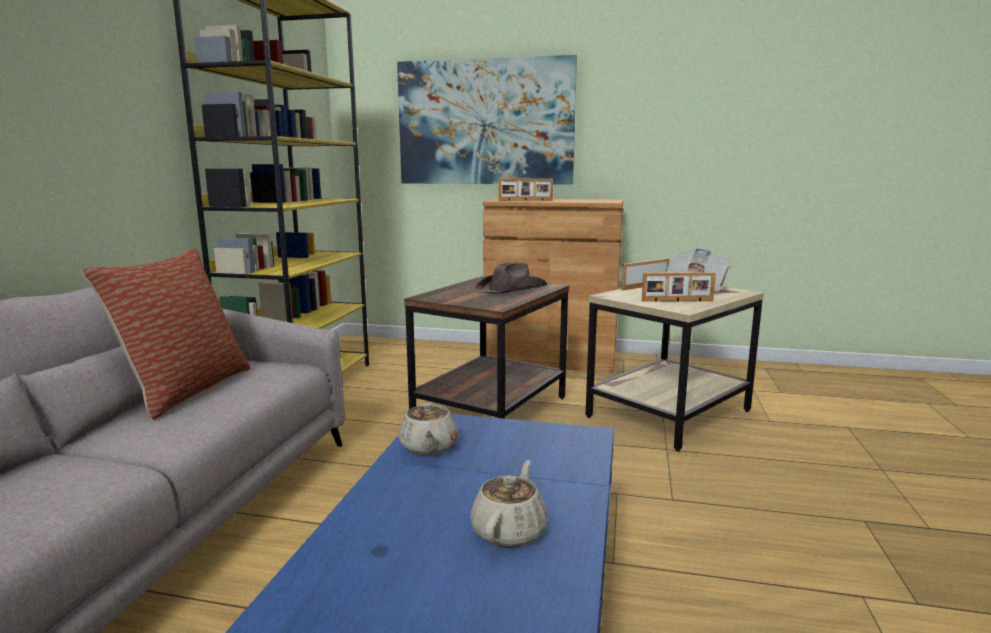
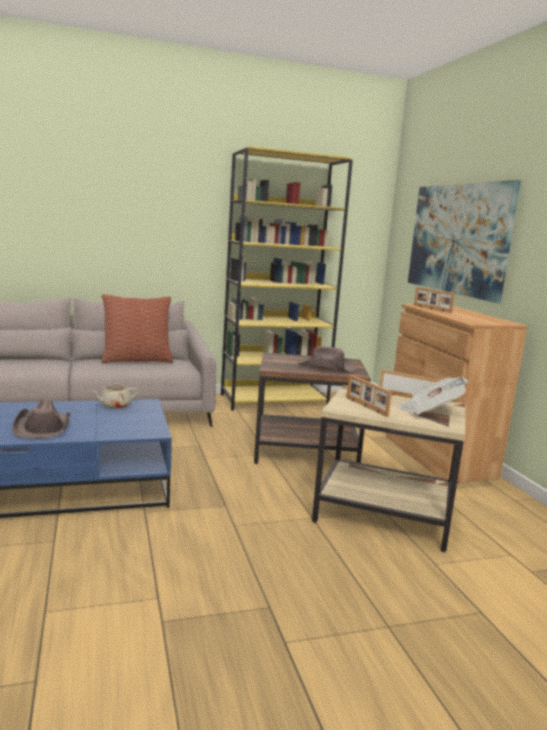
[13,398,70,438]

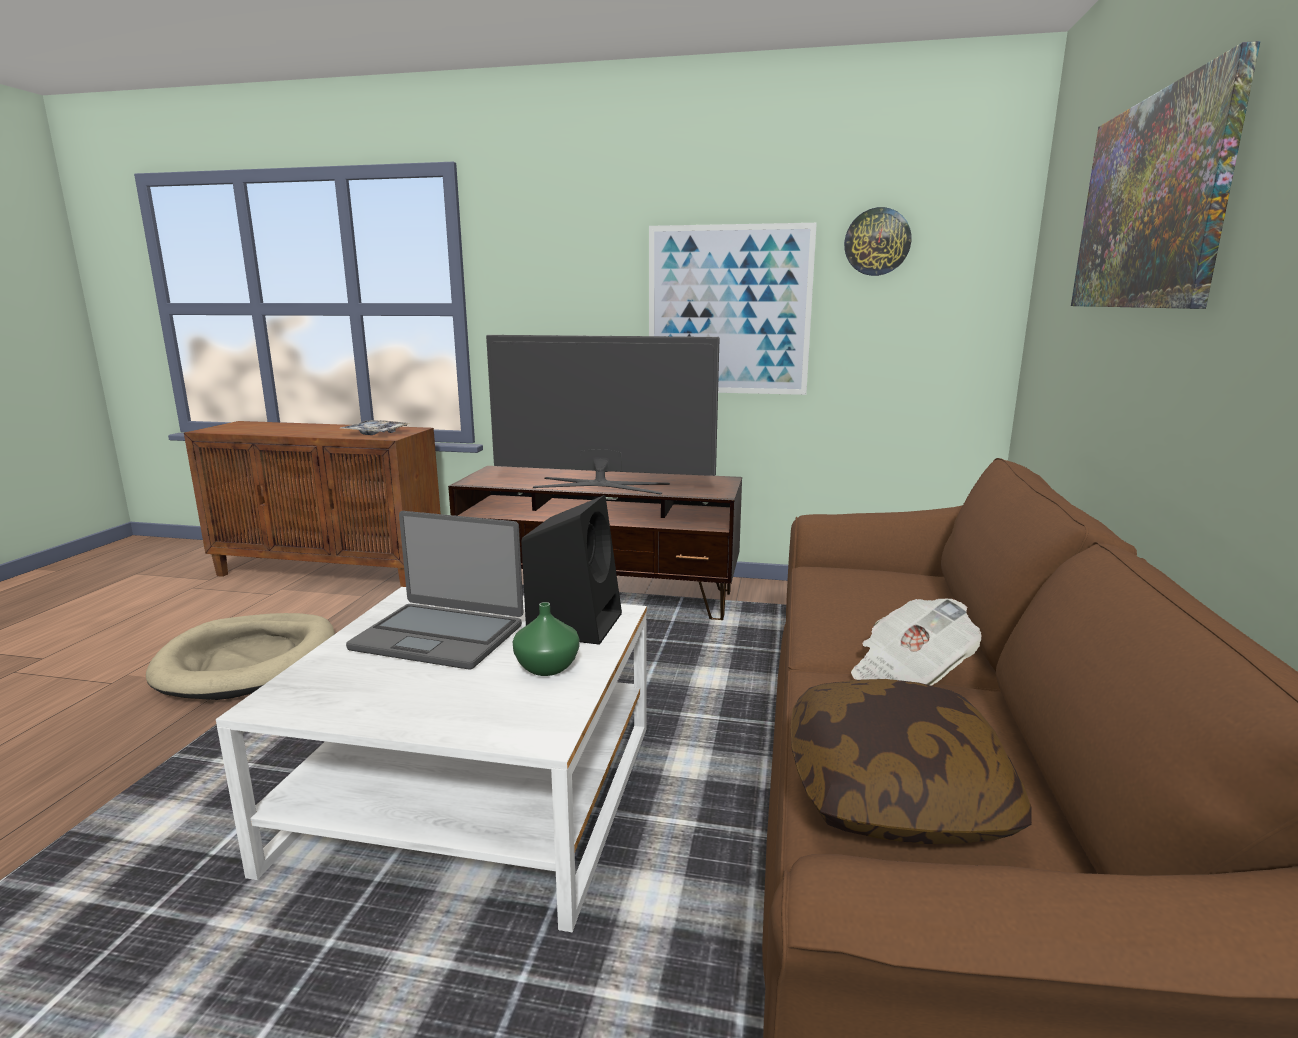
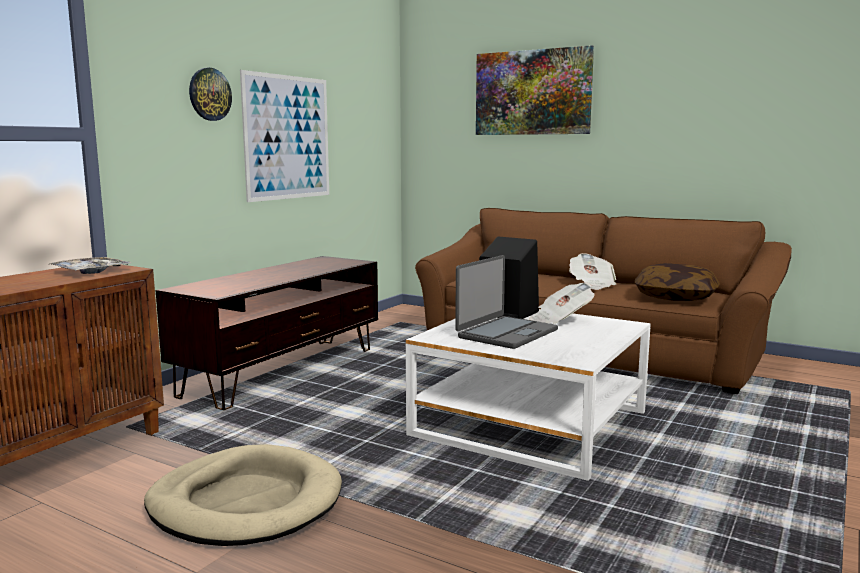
[189,68,232,121]
[486,335,720,495] (first image)
[529,283,594,324]

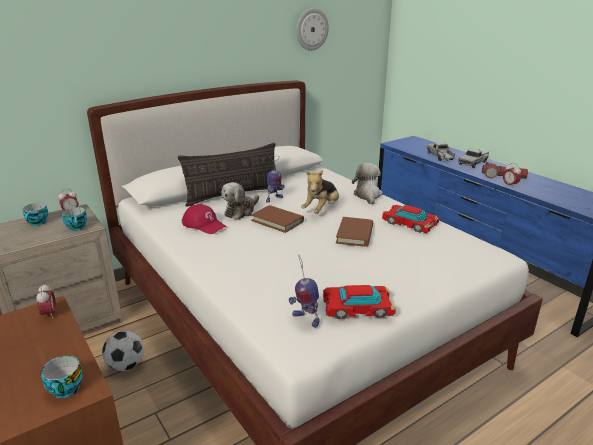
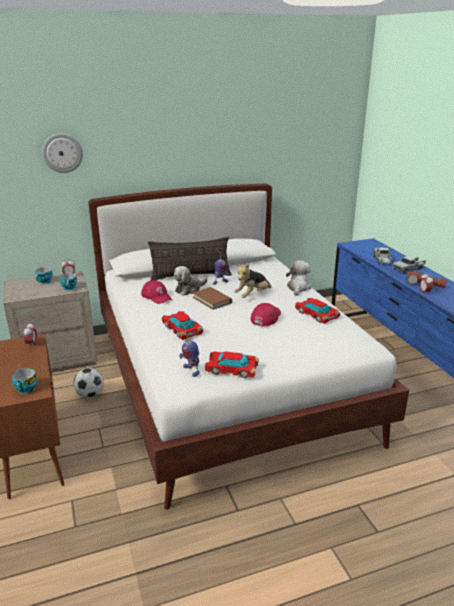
[42,133,83,173]
[251,303,281,326]
[162,311,203,340]

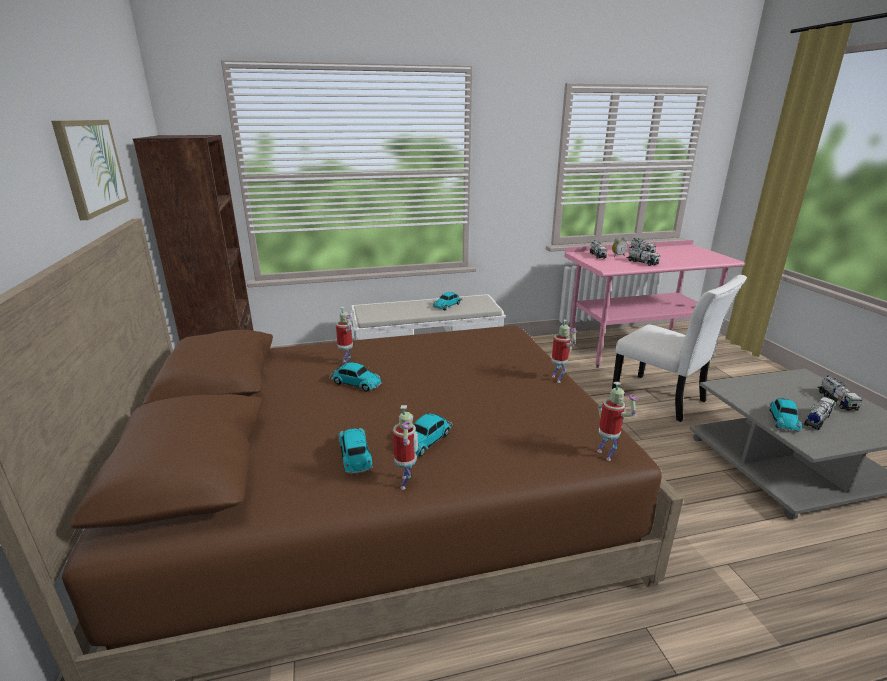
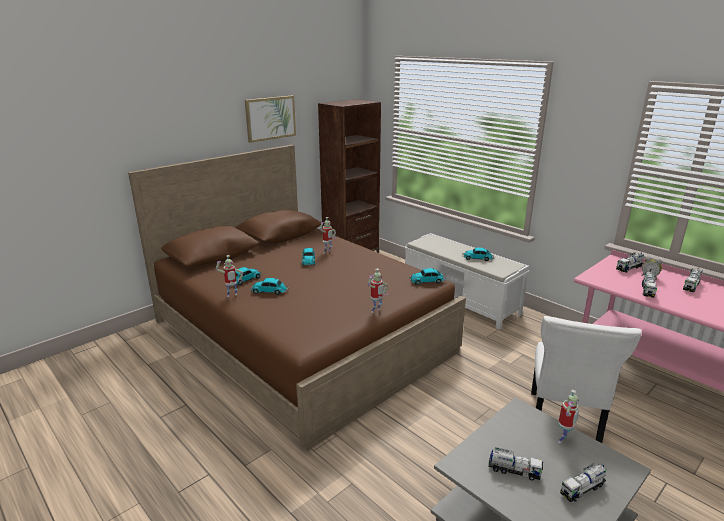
[558,390,579,443]
[409,268,446,285]

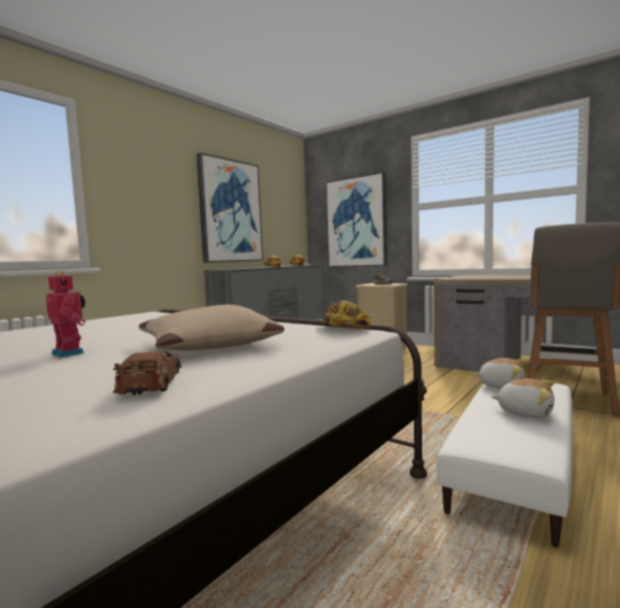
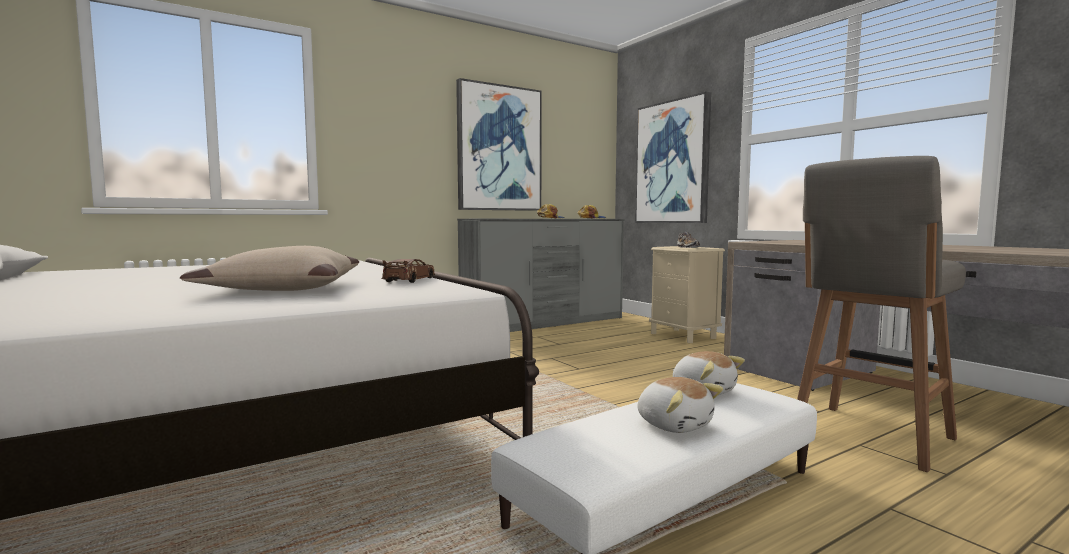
[46,271,86,357] (first image)
[318,301,371,329] (first image)
[381,259,435,283]

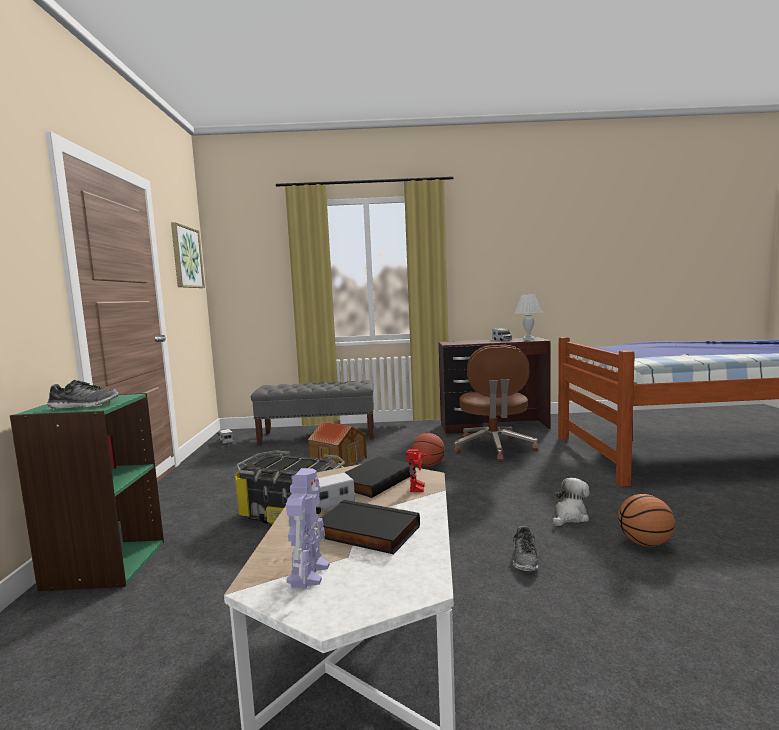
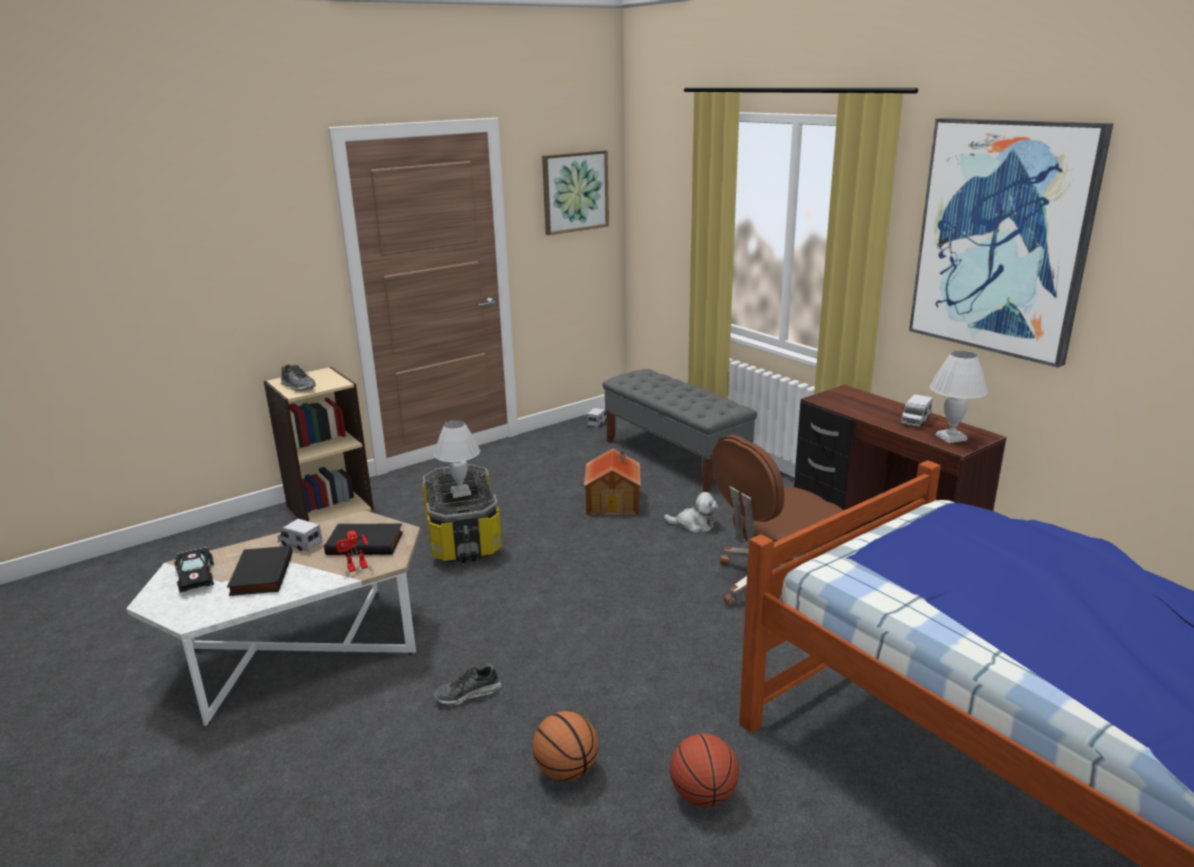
[264,367,374,523]
[670,734,739,807]
[174,547,214,593]
[664,492,718,533]
[909,118,1114,368]
[434,420,480,498]

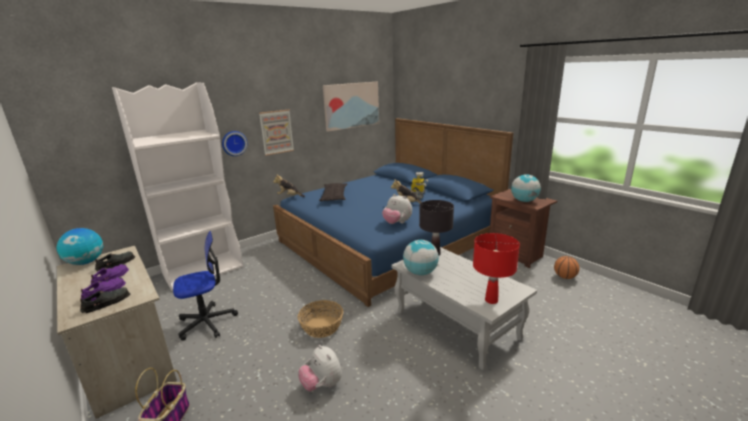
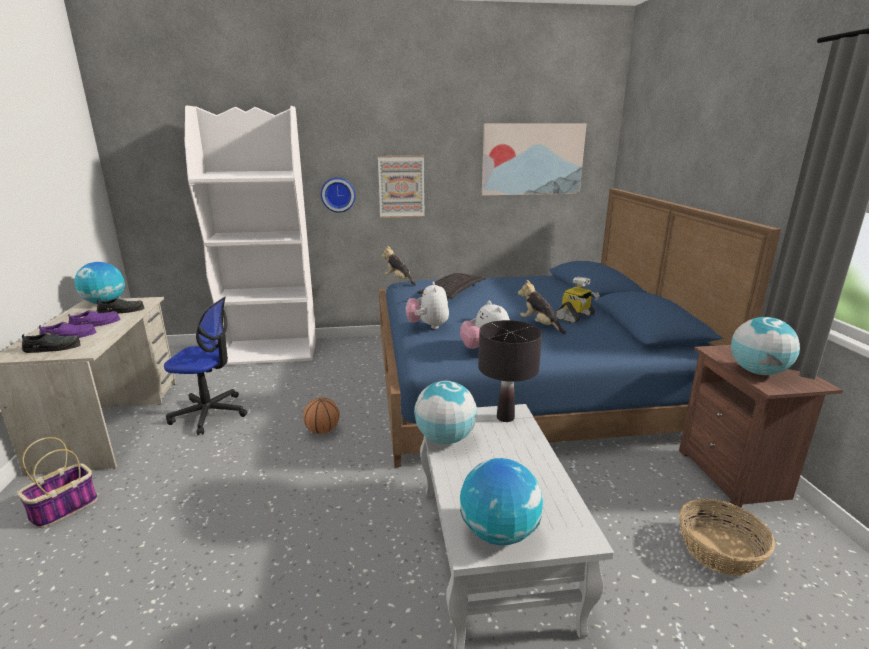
[460,458,543,545]
[303,397,340,434]
[679,499,775,576]
[406,282,449,329]

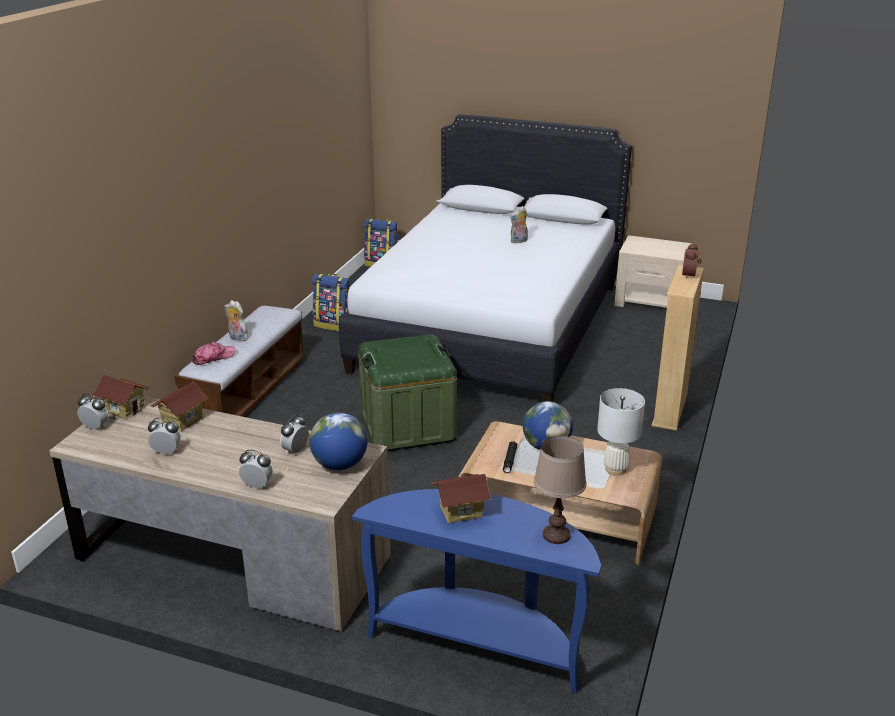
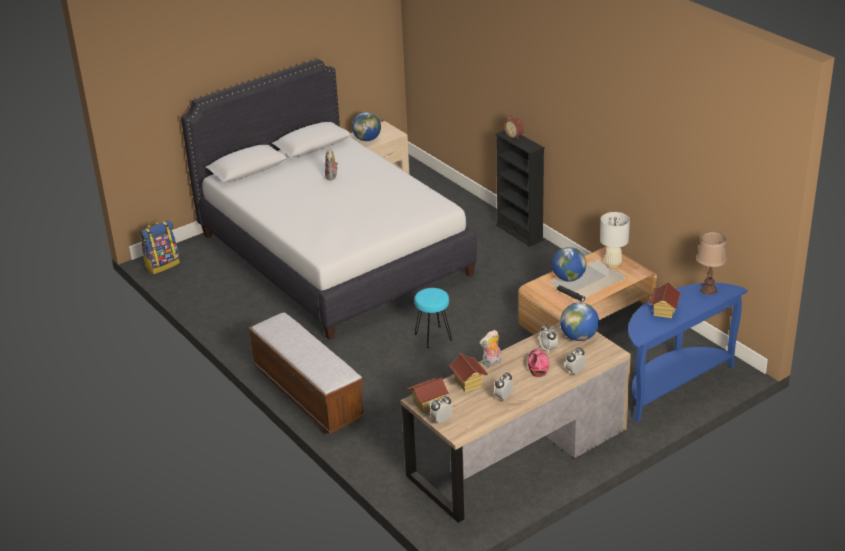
[495,130,545,246]
[312,273,350,331] (first image)
[479,330,501,367]
[414,288,452,348]
[528,349,550,377]
[352,112,381,141]

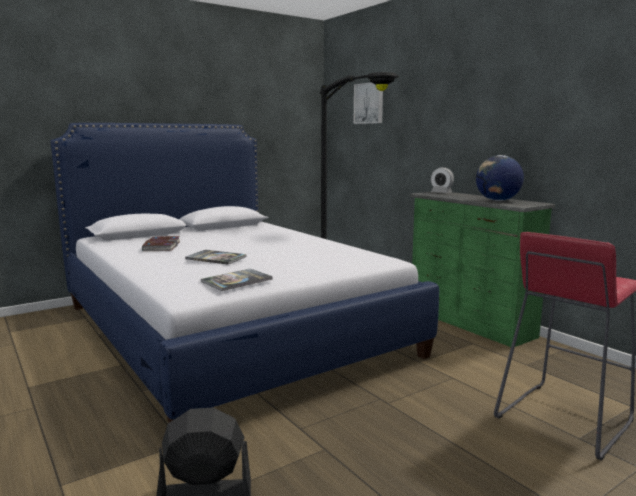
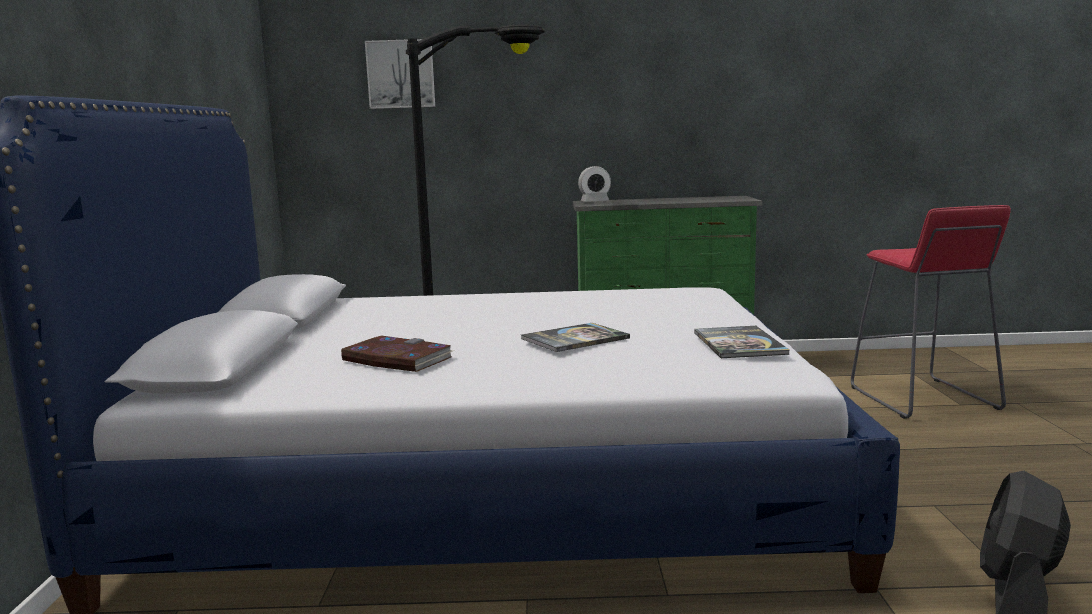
[476,155,524,201] (first image)

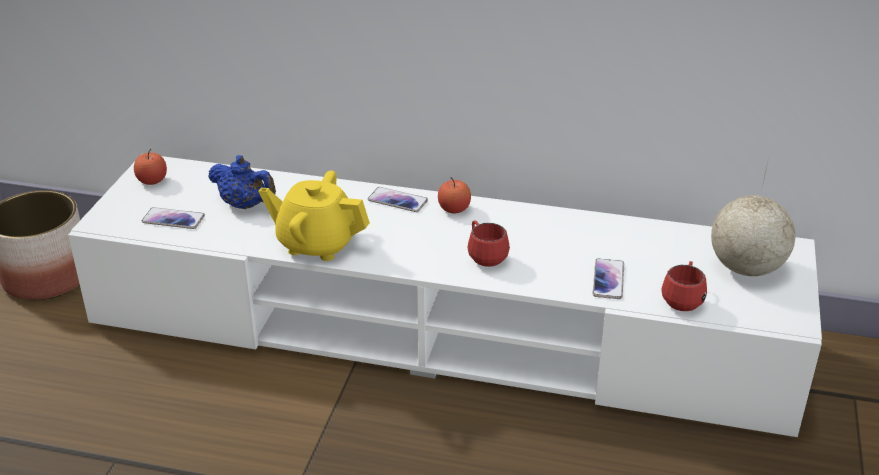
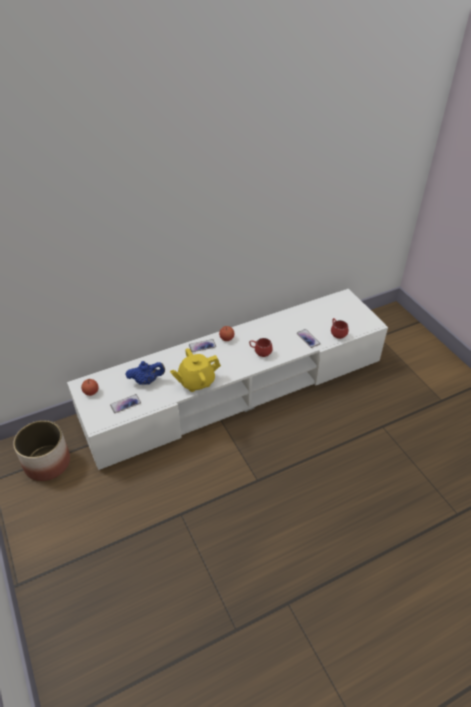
[711,158,795,276] (first image)

